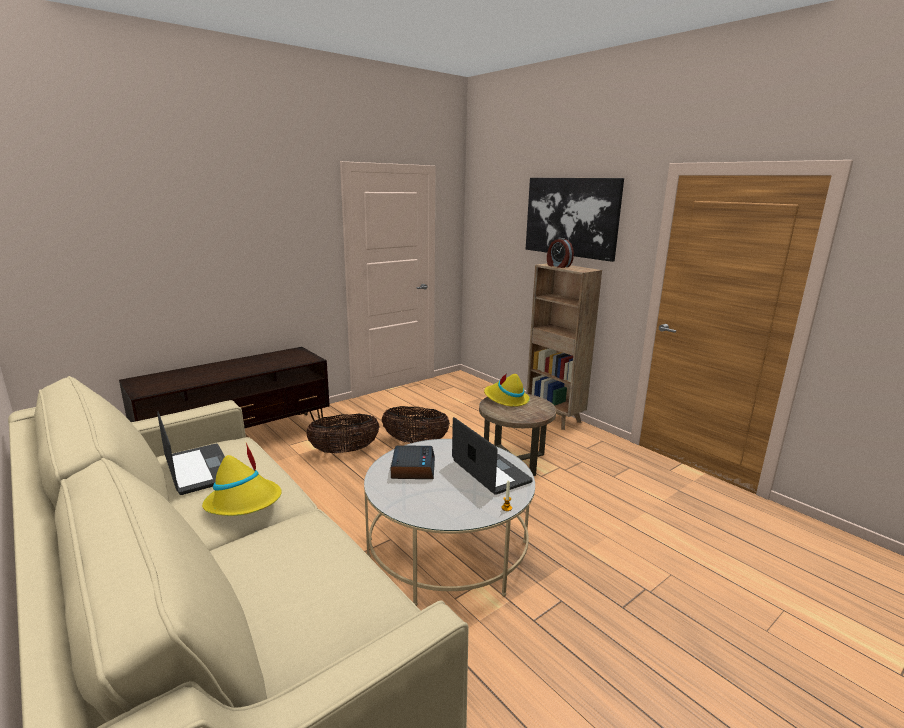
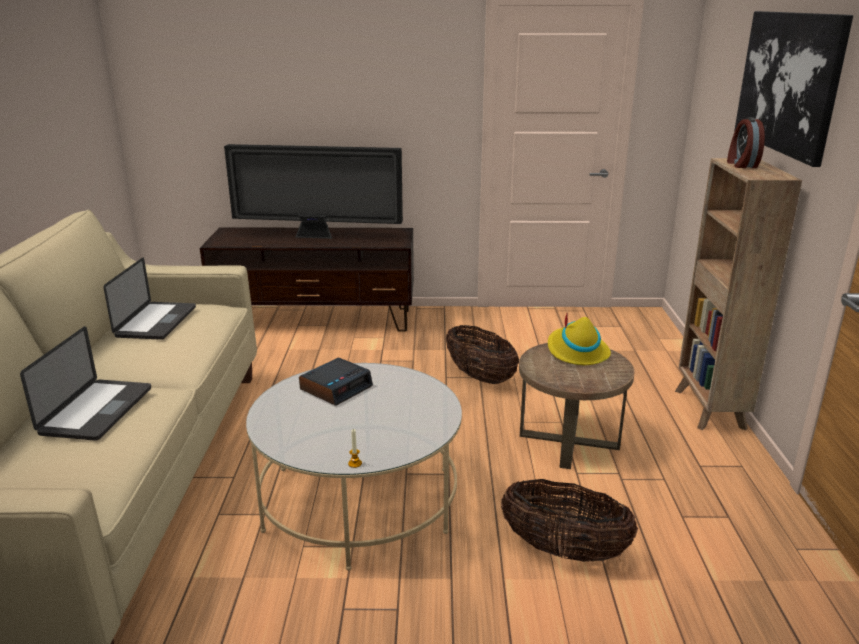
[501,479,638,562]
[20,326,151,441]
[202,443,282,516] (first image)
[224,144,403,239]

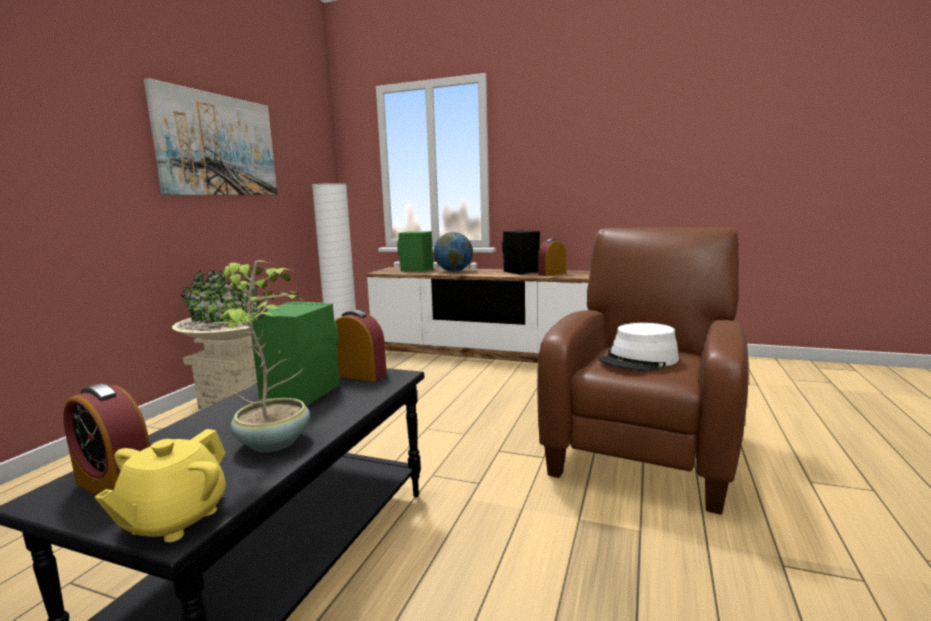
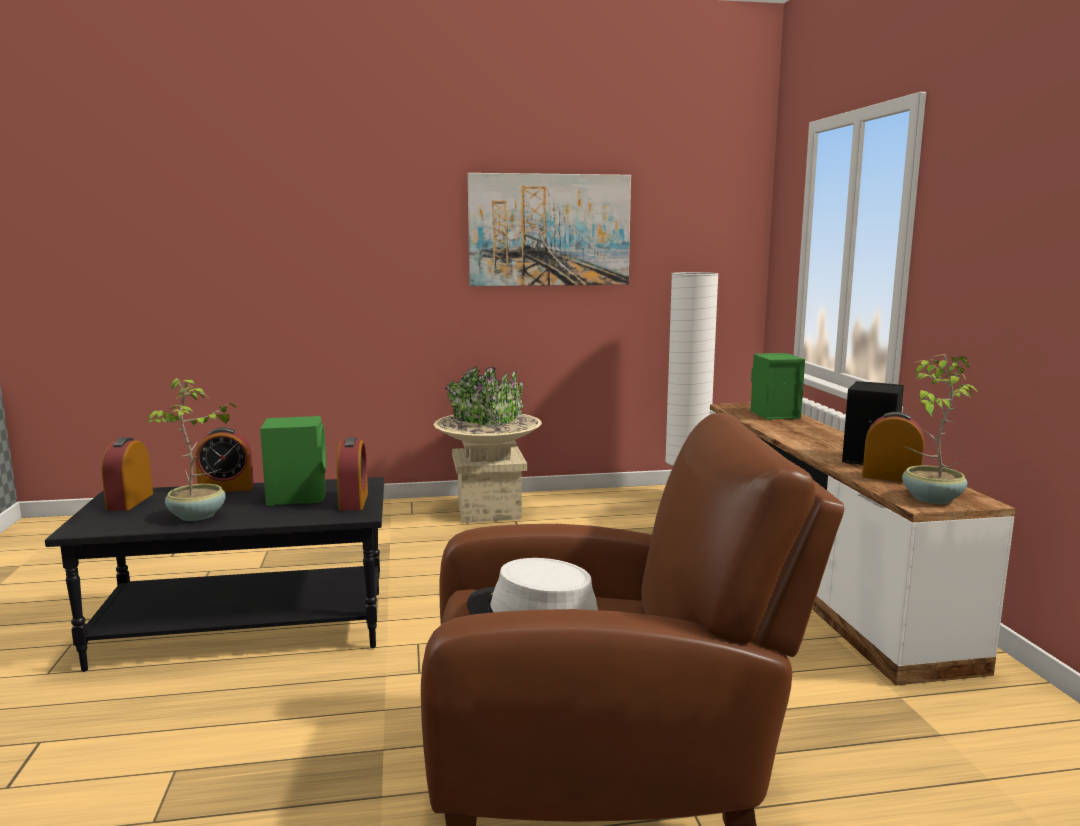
[434,232,473,272] (first image)
[95,429,226,542] (first image)
[902,354,980,504]
[195,427,254,492]

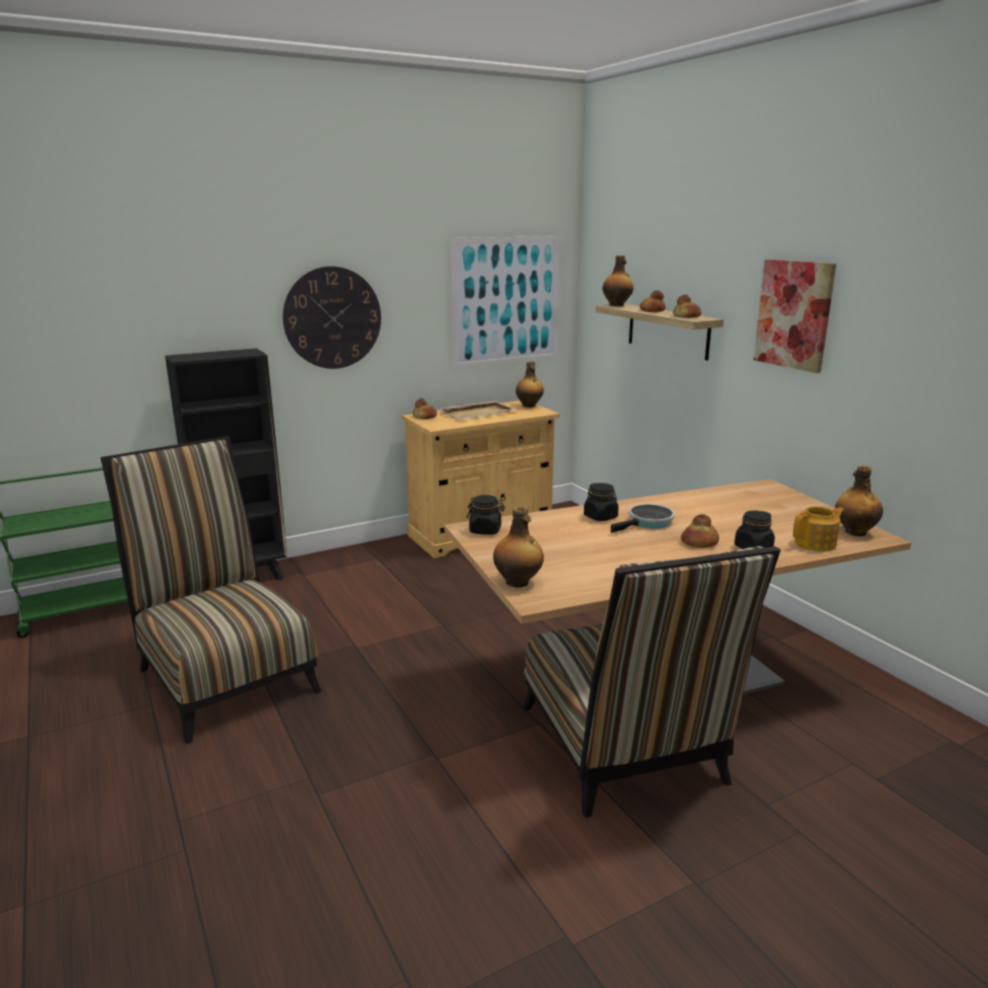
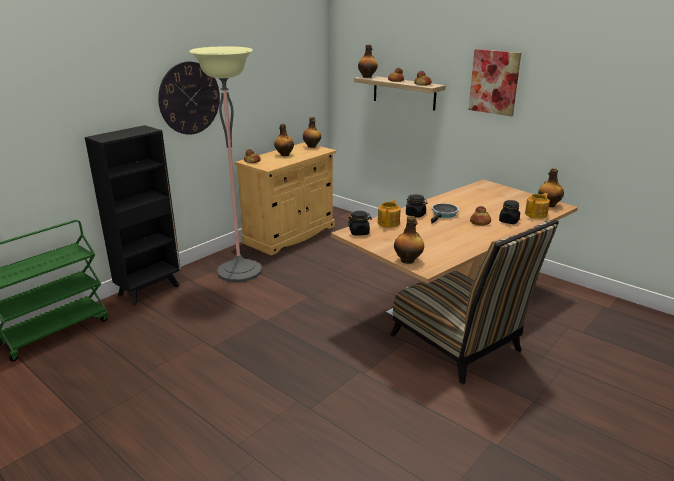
[451,236,561,368] (first image)
[274,124,294,156]
[101,436,322,744] (first image)
[189,46,262,282]
[378,199,401,228]

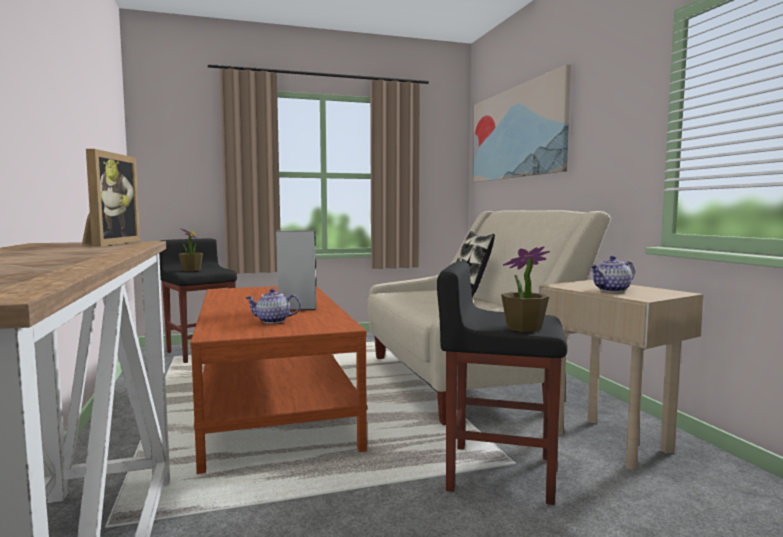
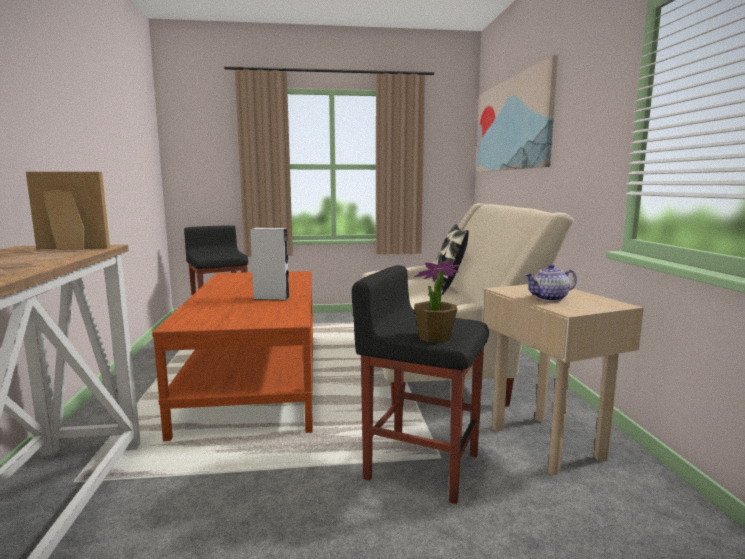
[26,172,110,250]
[178,229,203,271] (first image)
[245,289,301,324] (first image)

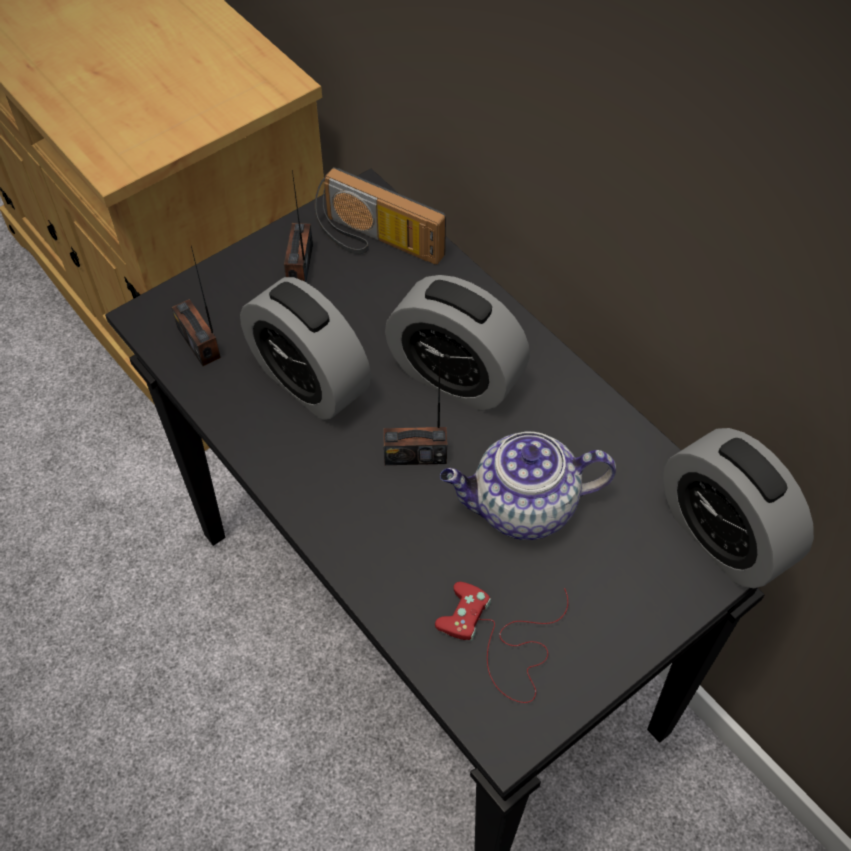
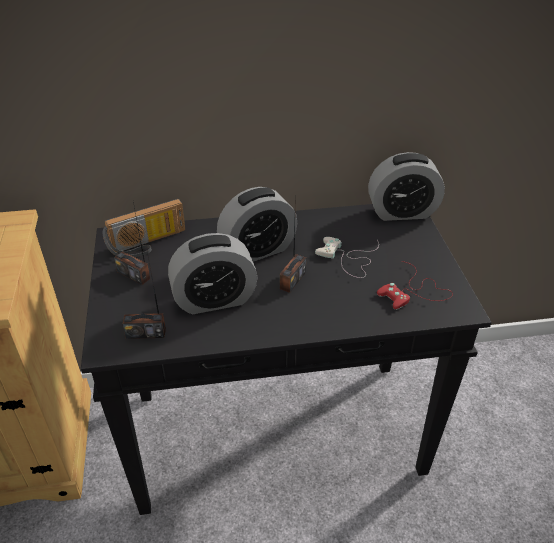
[315,237,379,278]

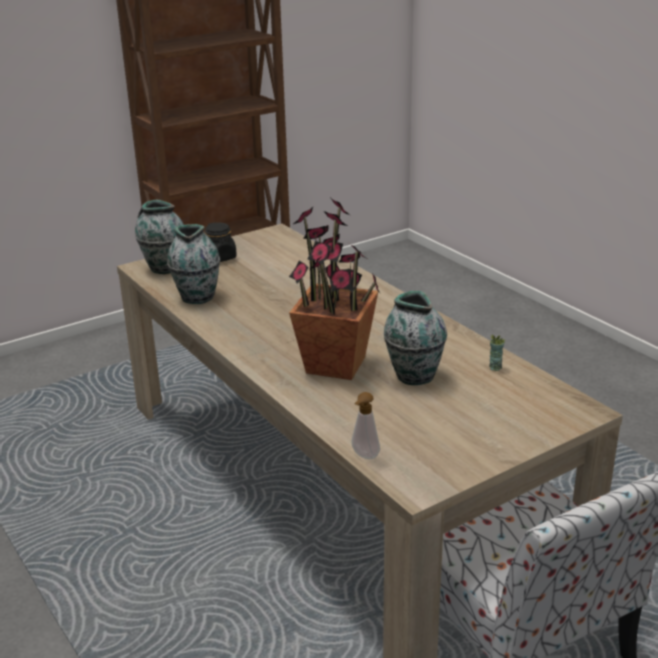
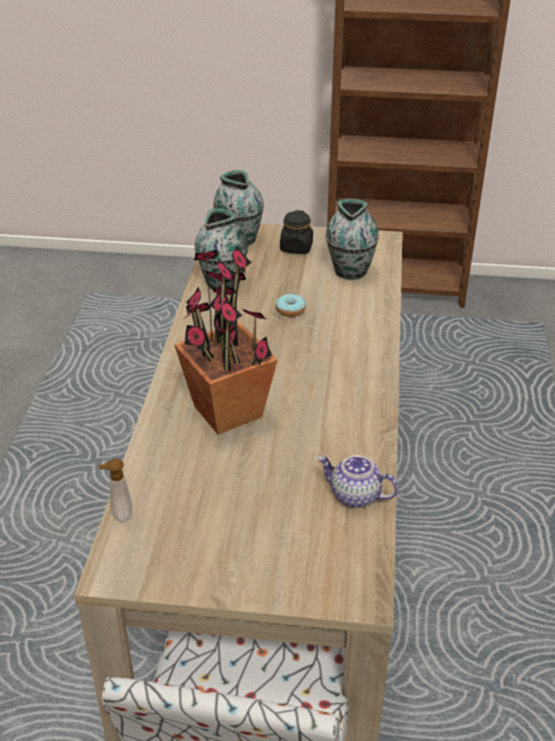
[326,199,379,280]
[318,455,398,508]
[276,294,306,317]

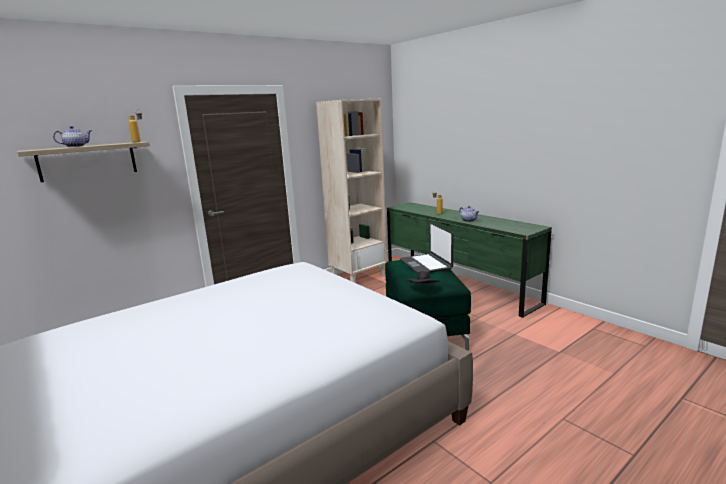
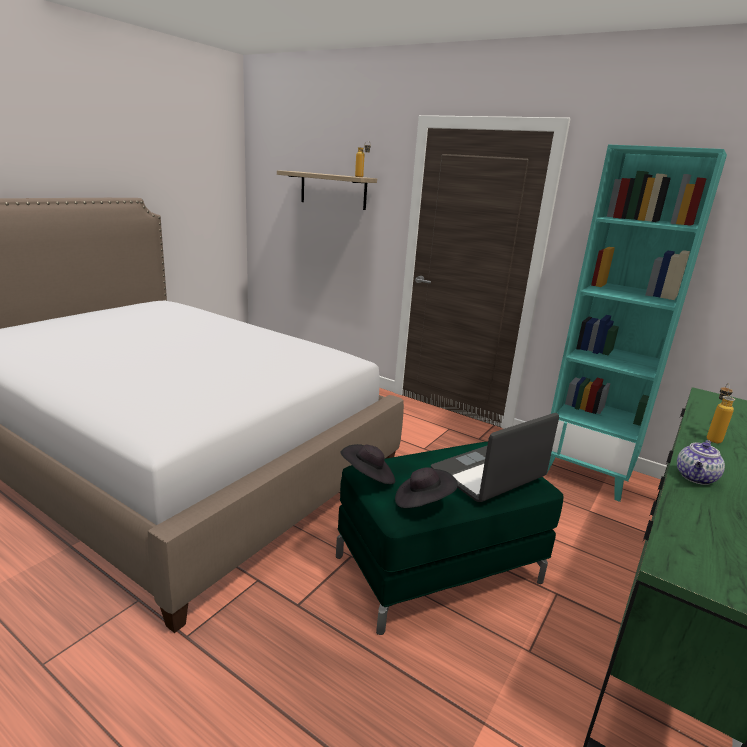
[547,145,727,502]
[53,126,91,147] (first image)
[395,467,458,508]

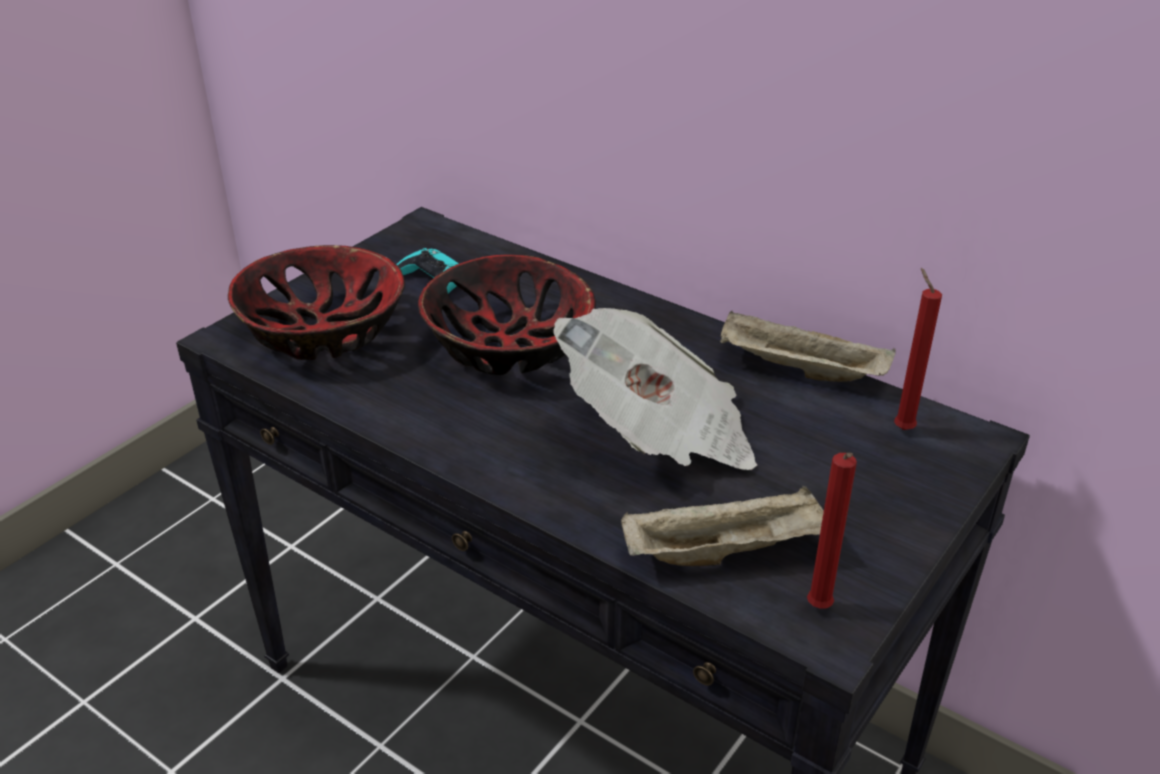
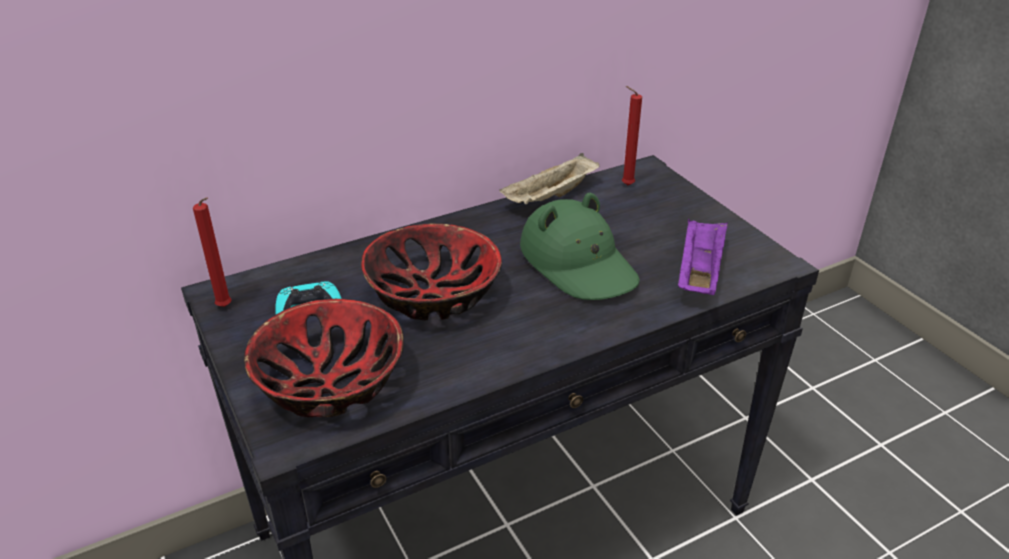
[520,193,640,300]
[193,197,232,307]
[678,219,728,295]

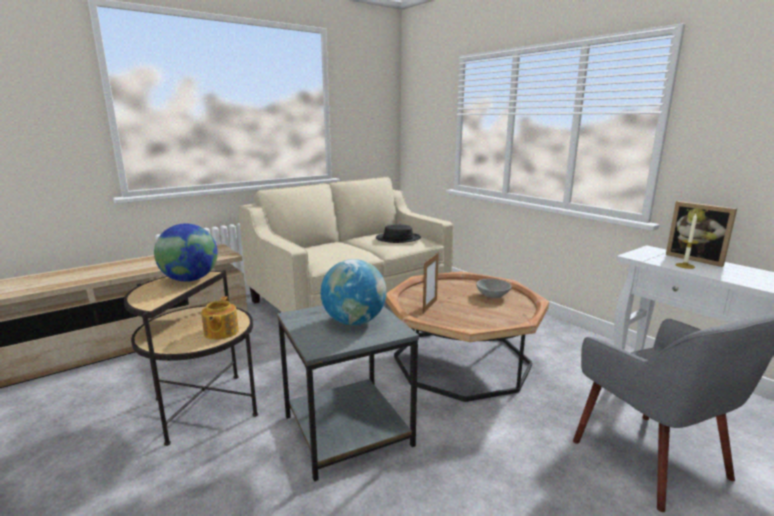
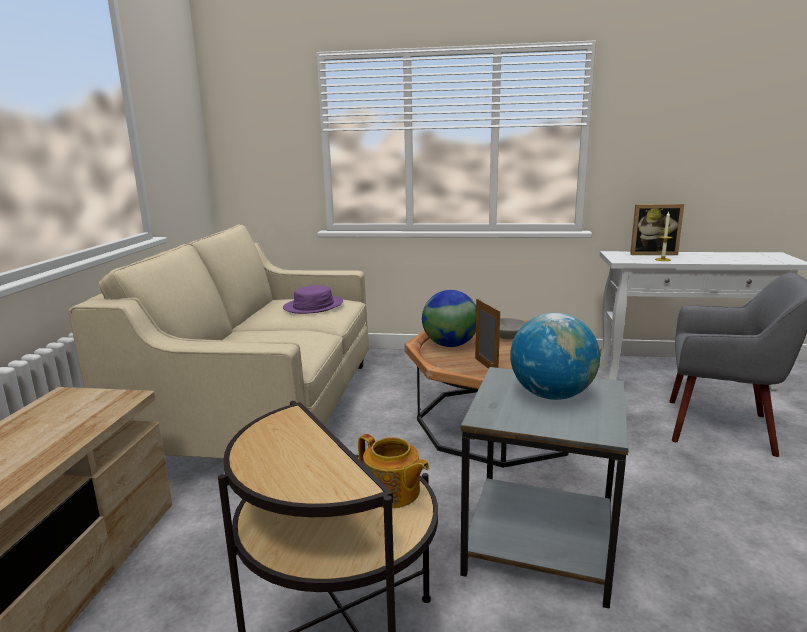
[422,290,476,347]
[283,285,343,314]

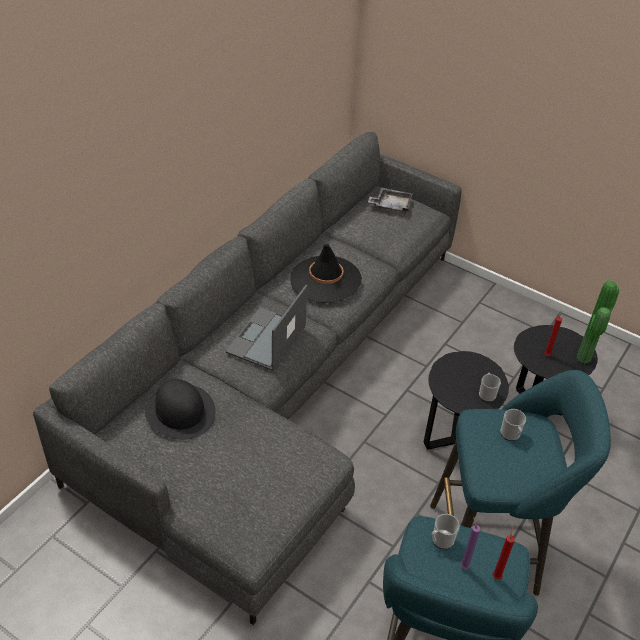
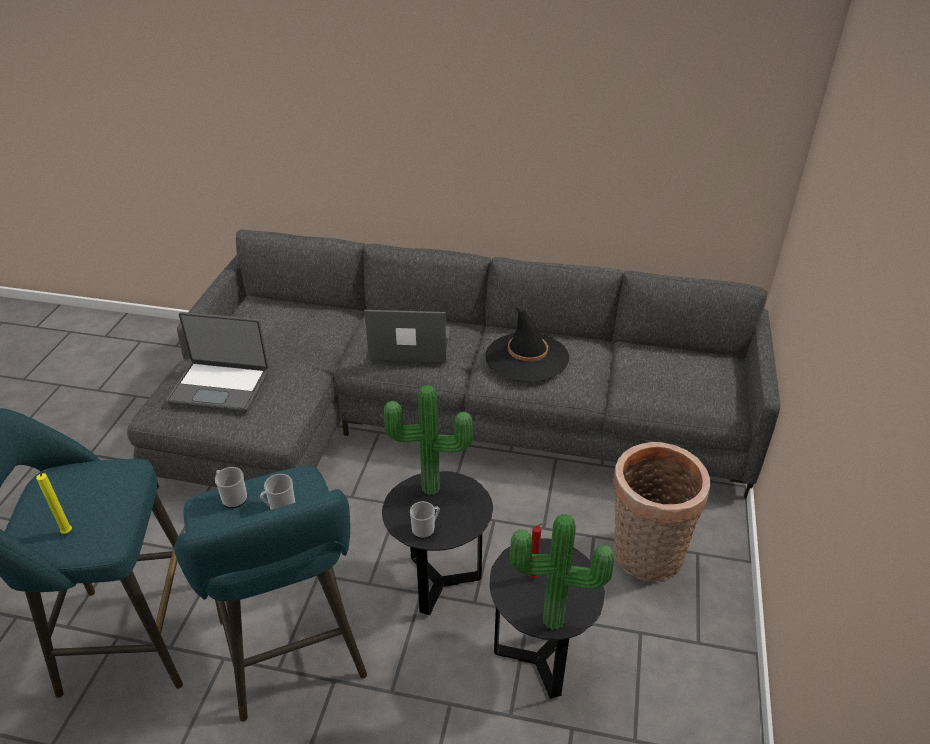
[368,188,413,214] (first image)
[145,379,216,440] (first image)
[215,467,247,508]
[460,517,481,570] (first image)
[36,469,72,534]
[166,312,269,412]
[384,385,473,495]
[613,442,710,582]

